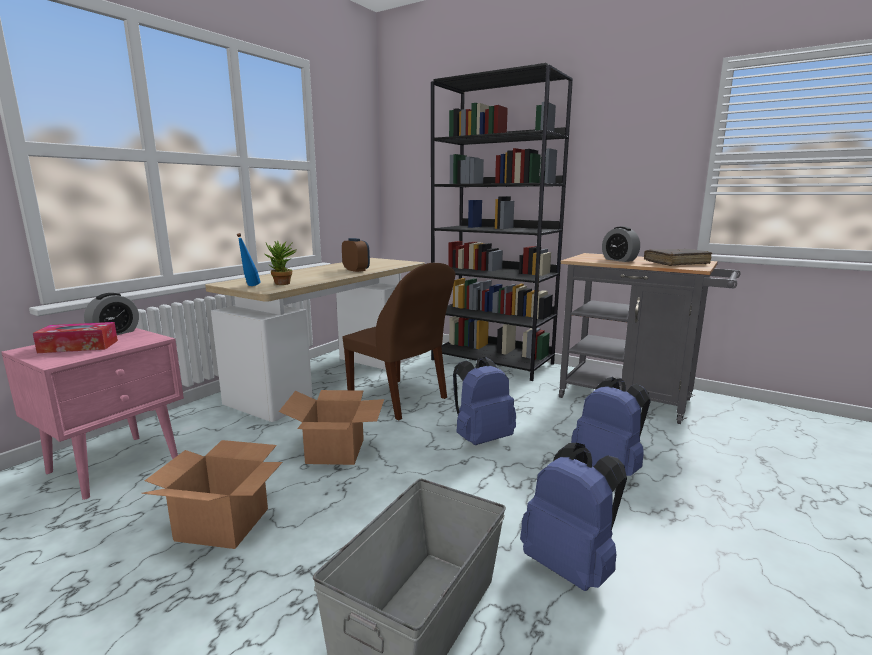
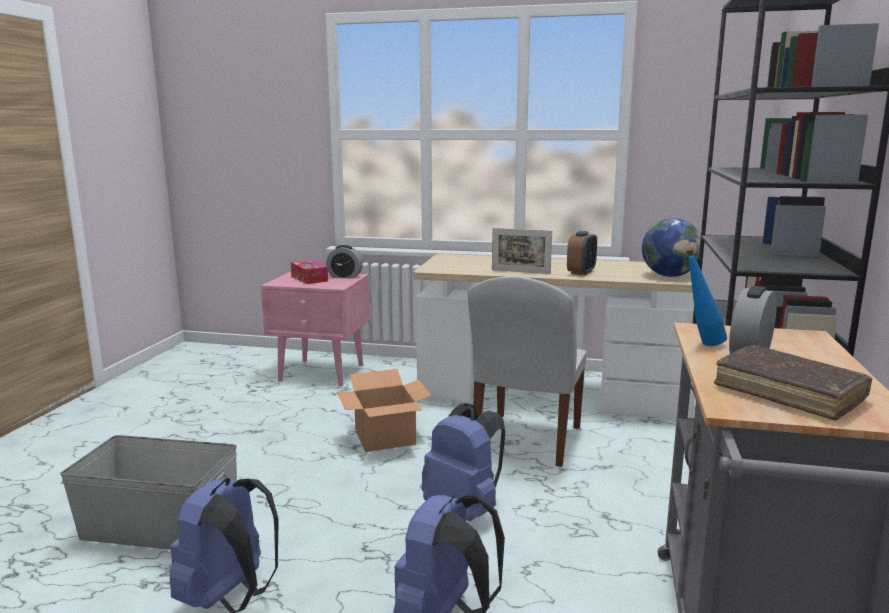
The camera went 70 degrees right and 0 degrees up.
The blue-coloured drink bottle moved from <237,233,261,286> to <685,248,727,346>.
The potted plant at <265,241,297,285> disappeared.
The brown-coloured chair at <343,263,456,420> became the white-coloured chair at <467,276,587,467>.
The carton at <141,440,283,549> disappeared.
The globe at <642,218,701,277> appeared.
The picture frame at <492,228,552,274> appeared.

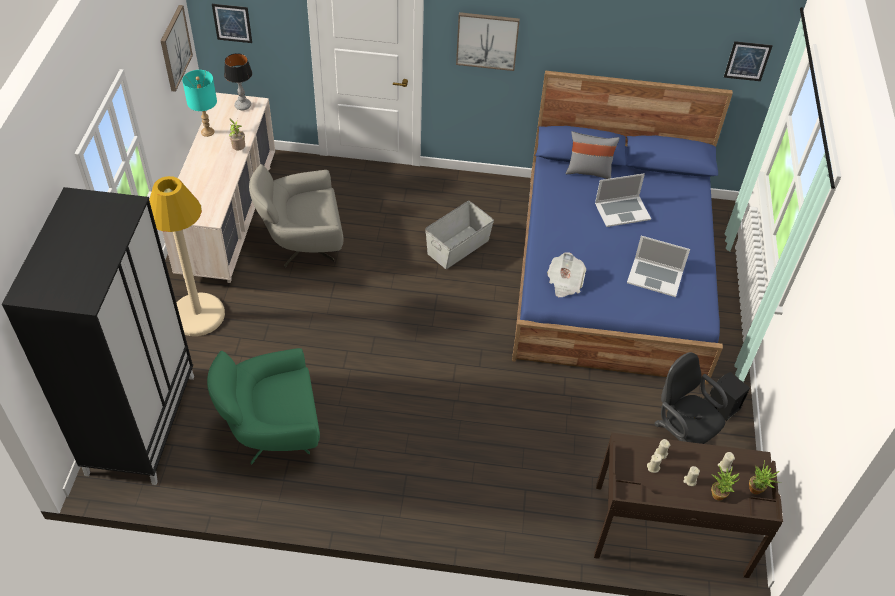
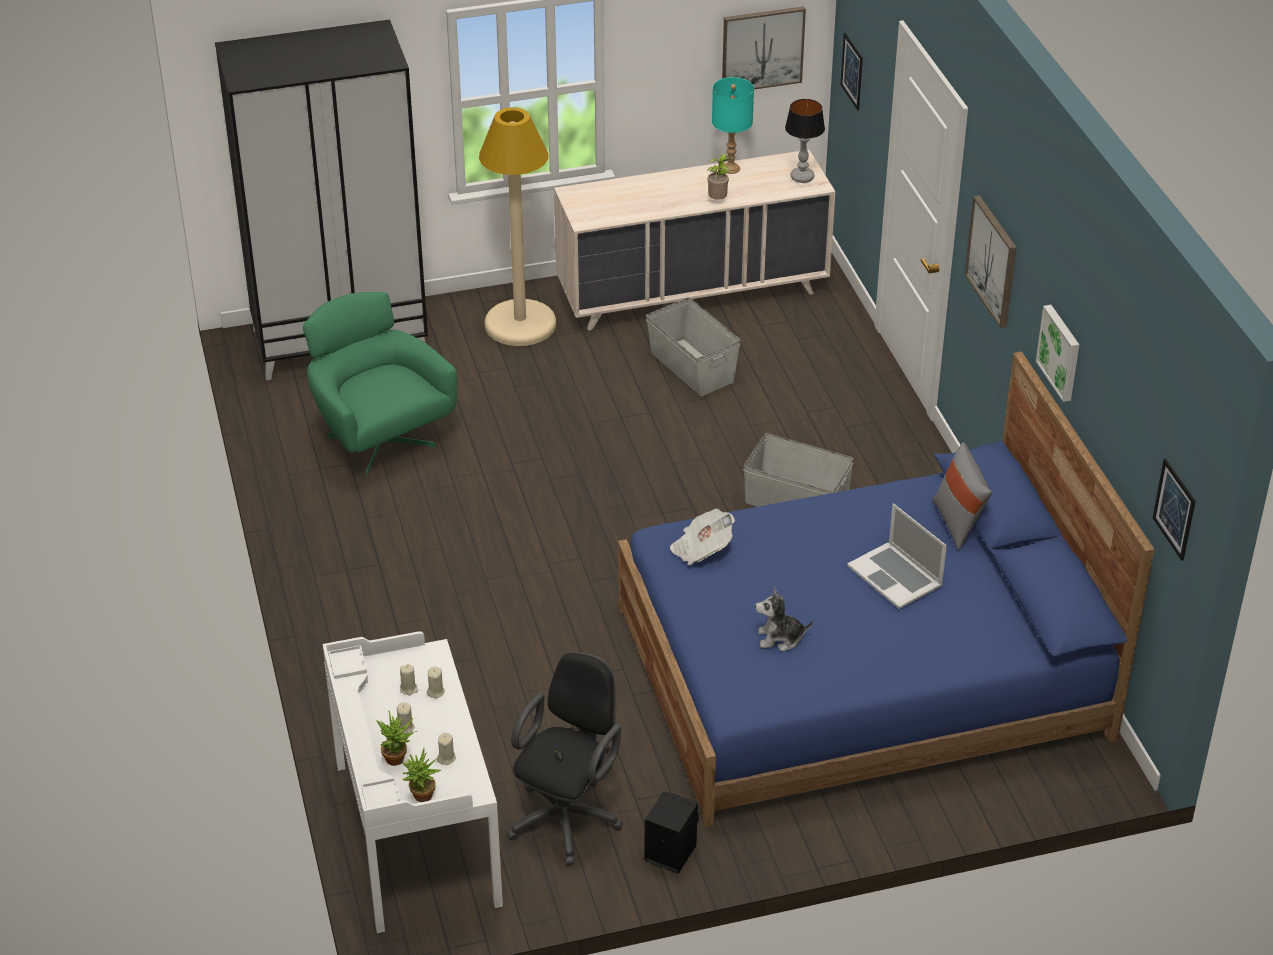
The camera went 70 degrees right and 10 degrees down.
The grey armchair at <249,164,344,268> was replaced by the grey storage bin at <646,298,741,396>.
The notebook computer at <627,236,690,297> was replaced by the plush toy at <755,587,813,651>.
The brown-coloured desk at <594,433,783,578> became the white-coloured desk at <323,631,503,933>.
The wall art at <1036,305,1079,402> appeared.

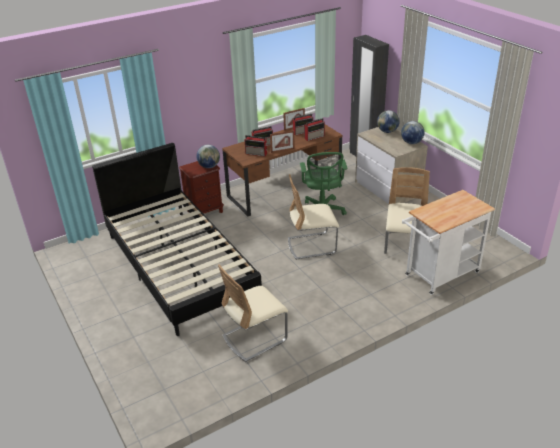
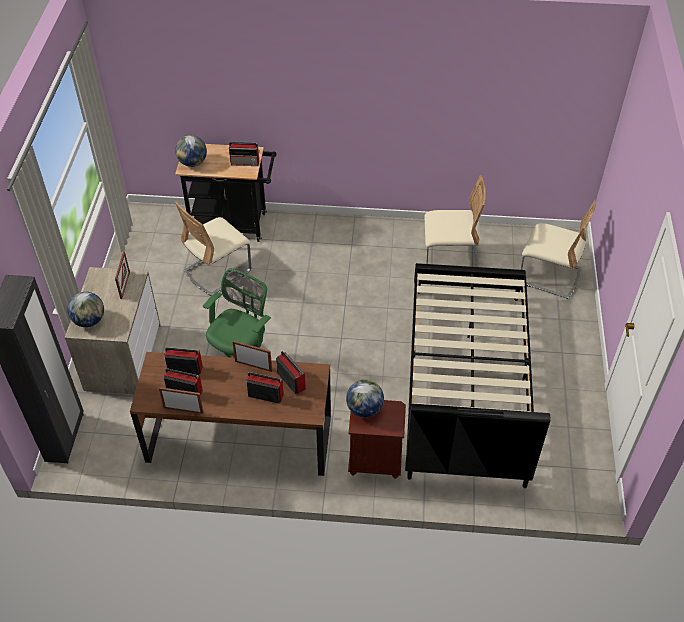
The camera went 145 degrees left and 15 degrees up.
The globe moved from <401,121,425,144> to <175,135,207,167>.
The beige-coloured chair moved from <288,174,339,260> to <521,200,596,299>.
The white-coloured wheeled cart at <402,190,495,295> became the black-coloured wheeled cart at <175,144,276,242>.
The radio receiver at <229,142,260,166> appeared.
The picture frame at <115,251,130,299> appeared.

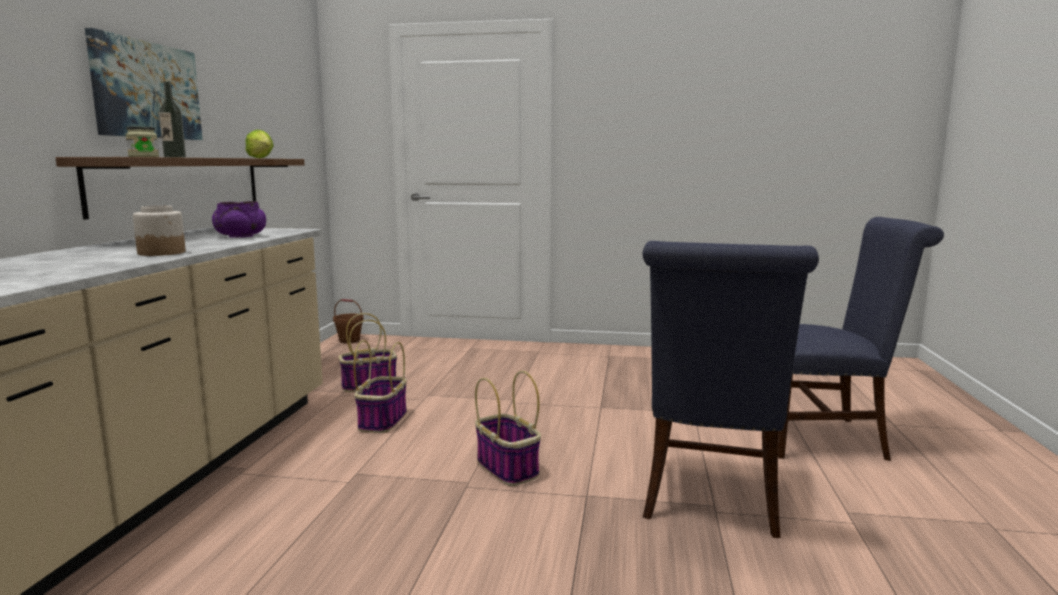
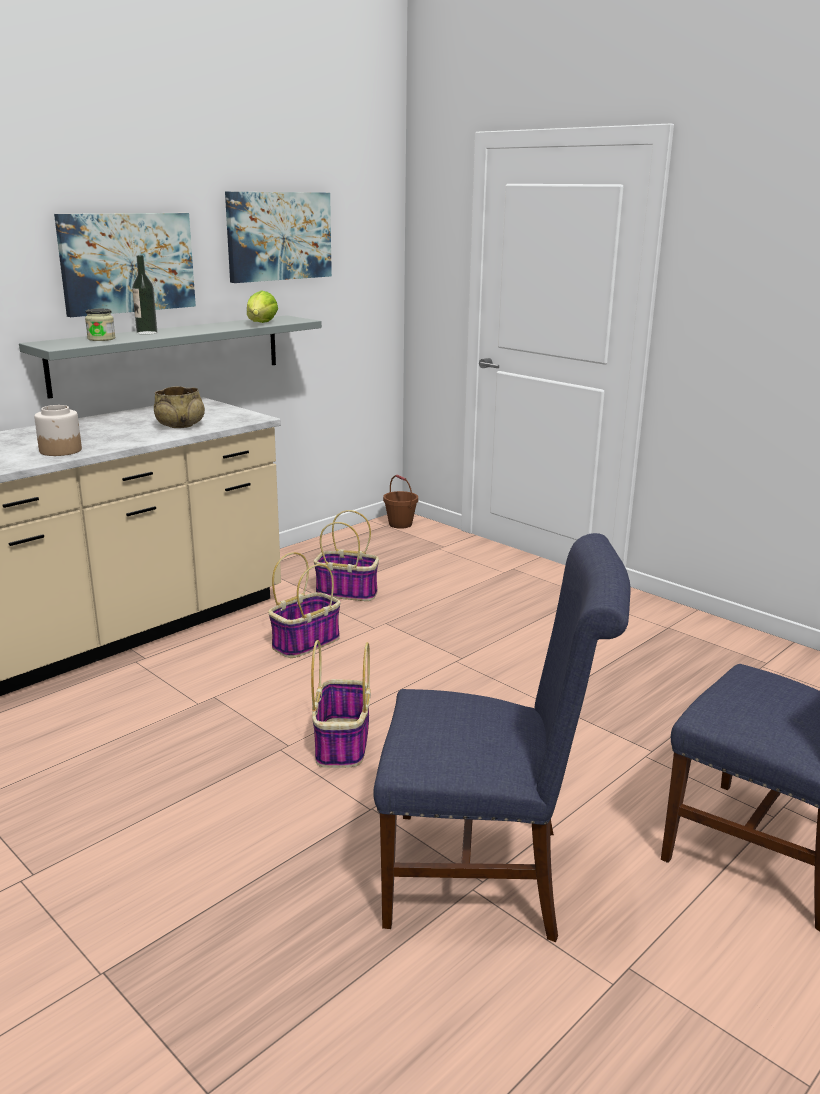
The camera went 35 degrees right and 10 degrees up.
The brown-coloured shelf at <56,157,305,219> became the grey shelf at <19,315,322,399>.
The purple-coloured serving bowl at <212,201,266,238> became the beige-coloured serving bowl at <154,386,205,428>.
The blue-coloured chair at <643,241,819,538> turned 135 degrees counterclockwise.
The wall art at <225,192,332,283> appeared.

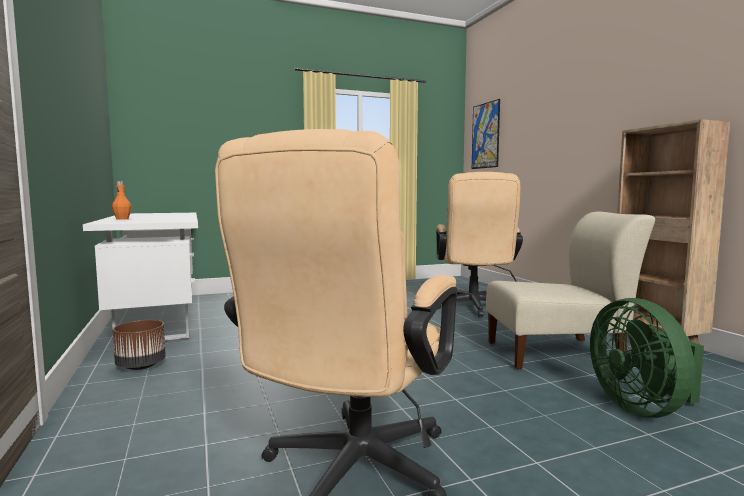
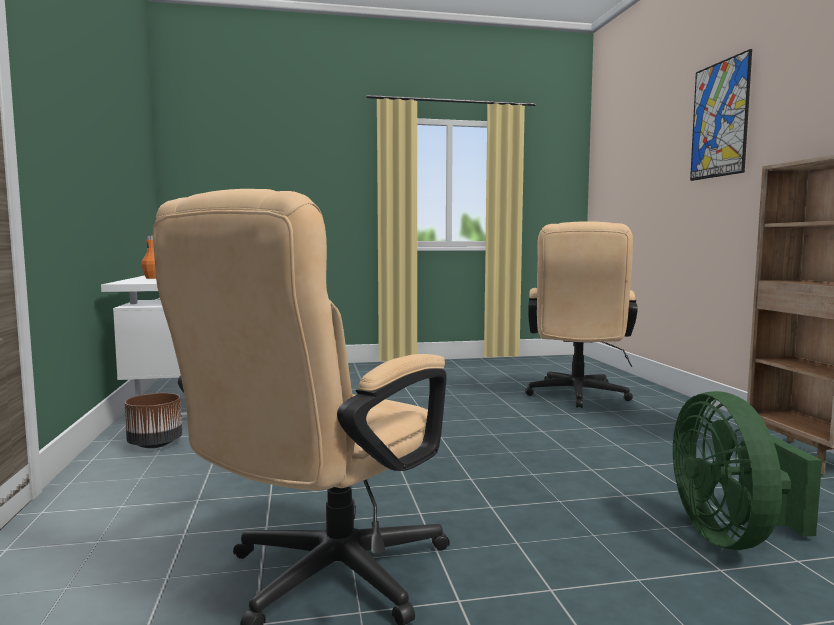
The camera went 10 degrees right and 0 degrees up.
The wall art moved from <472,99,500,169> to <690,49,752,181>.
The beige-coloured chair at <486,212,655,370> disappeared.

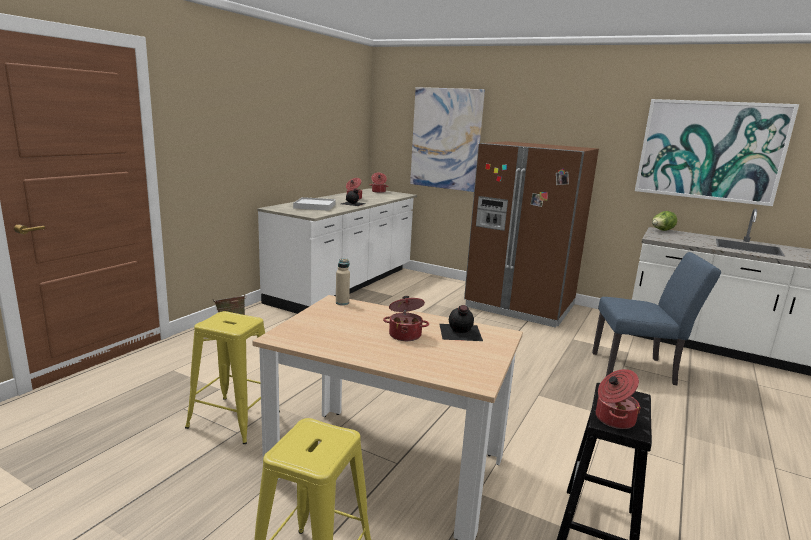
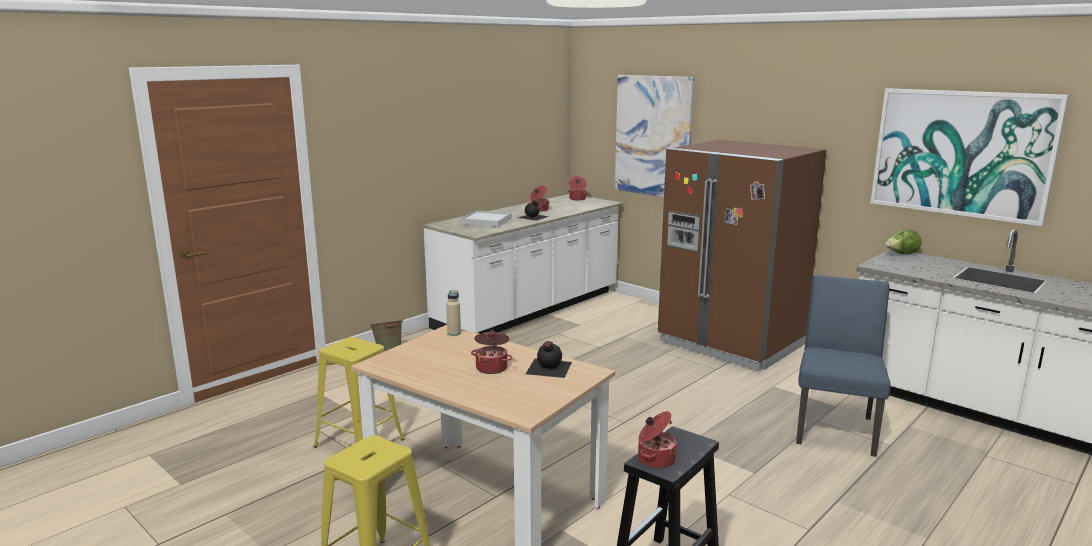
The camera went 15 degrees right and 0 degrees up.
The blue-coloured chair at <592,252,721,385> turned 90 degrees counterclockwise.

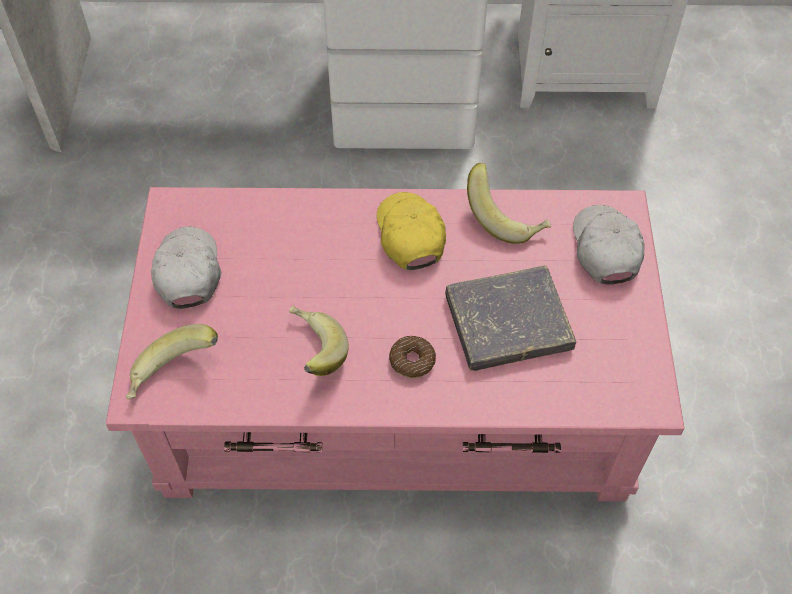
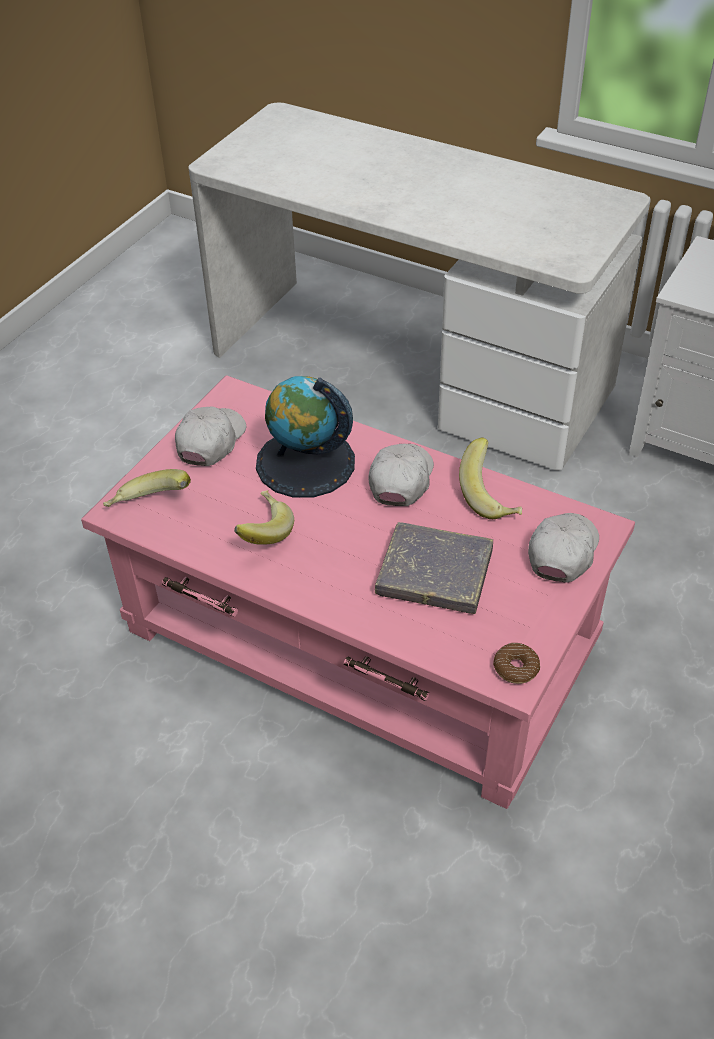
The camera went 30 degrees right and 10 degrees down.
The yellowish baseball cap at <377,192,446,270> became the white-coloured baseball cap at <368,444,434,506>.
The doughnut moved from <389,336,436,378> to <493,643,540,684>.
The globe at <256,376,355,498> appeared.

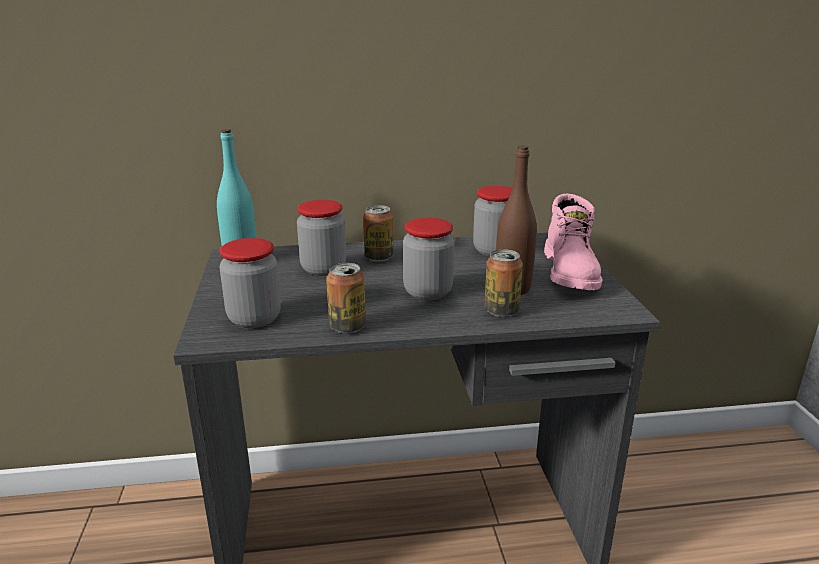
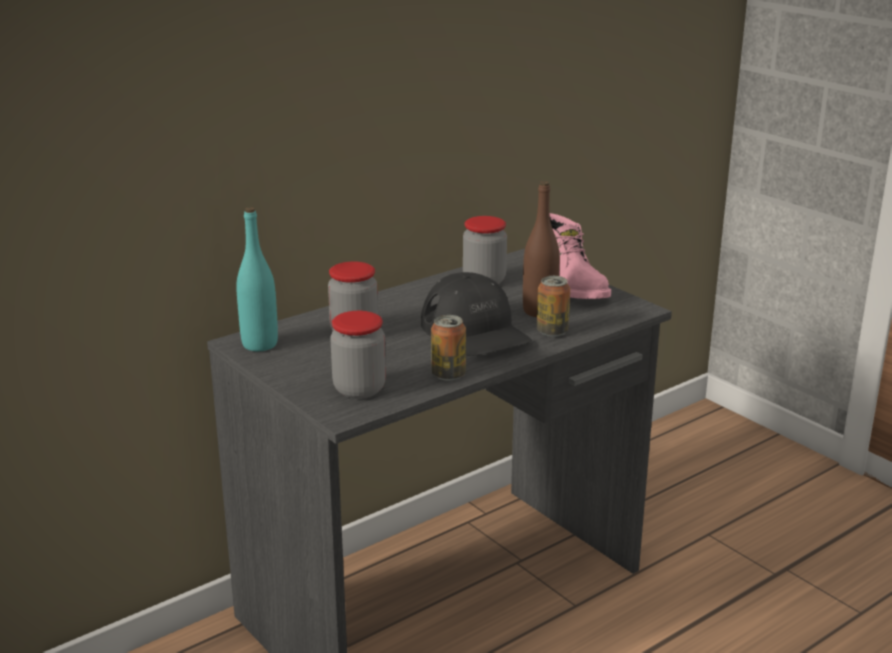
The camera went 30 degrees left and 0 degrees up.
The can at <363,205,393,262> disappeared.
The jar at <403,218,455,300> was replaced by the black-coloured baseball cap at <421,272,532,356>.

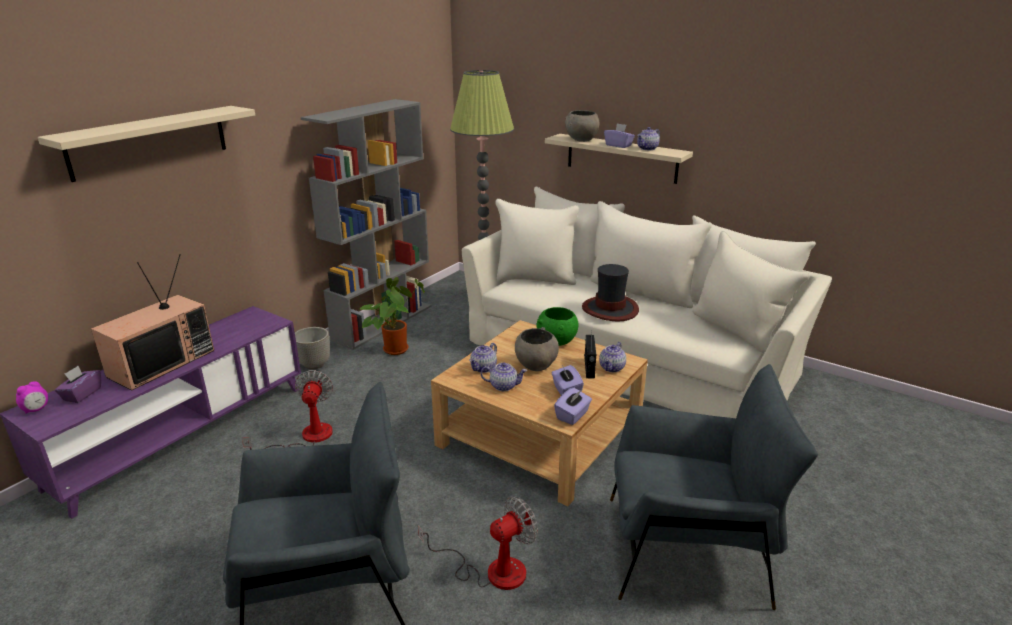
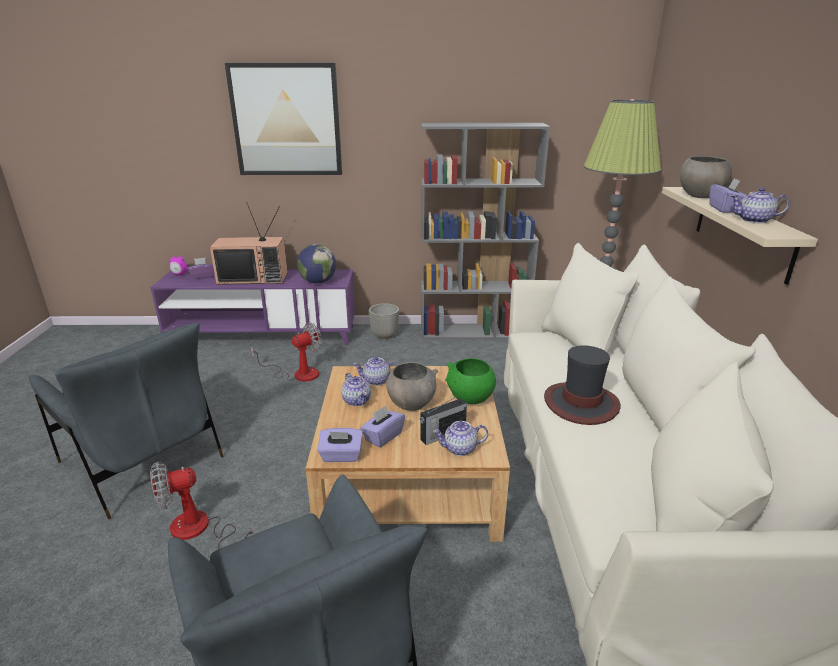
The camera went 55 degrees right and 0 degrees up.
The beige-coloured shelf at <38,106,255,182> was replaced by the wall art at <225,63,342,175>.
The potted plant at <360,277,425,355> disappeared.
The fan at <418,496,538,590> turned 135 degrees clockwise.
The globe at <297,244,336,284> appeared.

